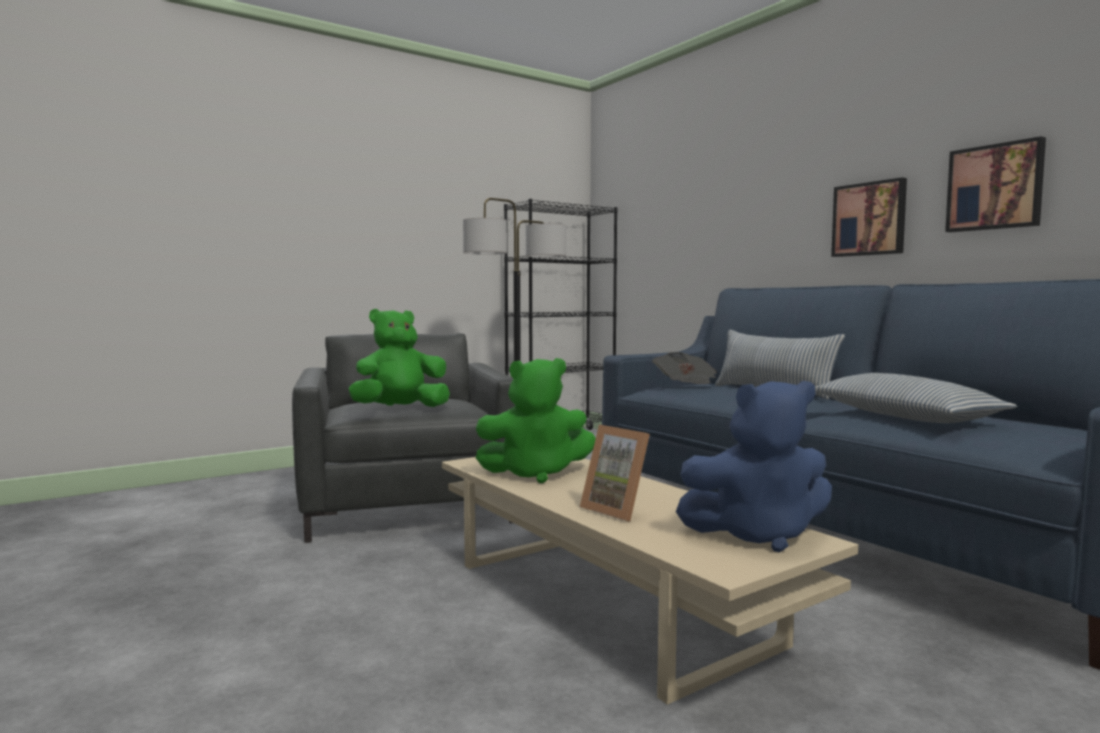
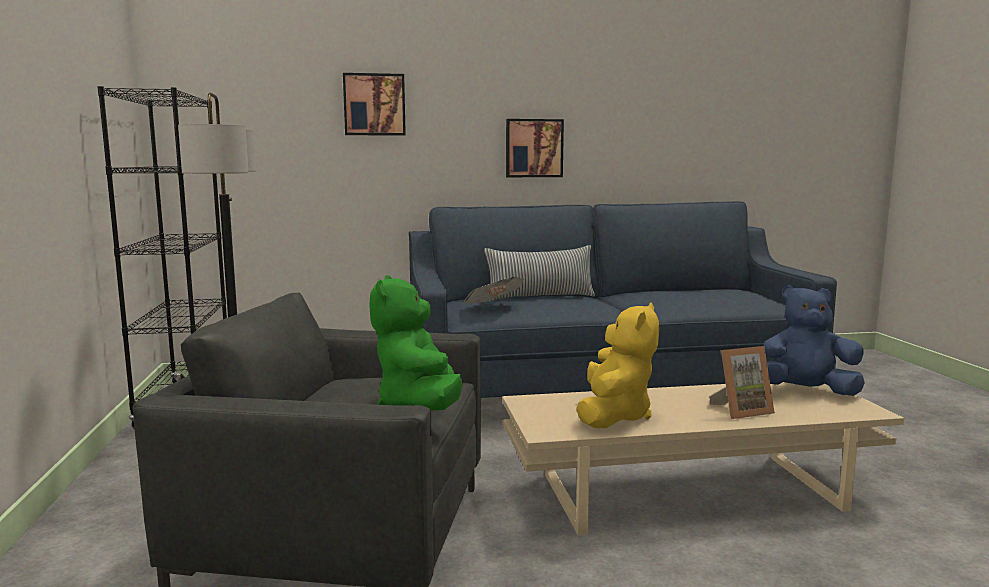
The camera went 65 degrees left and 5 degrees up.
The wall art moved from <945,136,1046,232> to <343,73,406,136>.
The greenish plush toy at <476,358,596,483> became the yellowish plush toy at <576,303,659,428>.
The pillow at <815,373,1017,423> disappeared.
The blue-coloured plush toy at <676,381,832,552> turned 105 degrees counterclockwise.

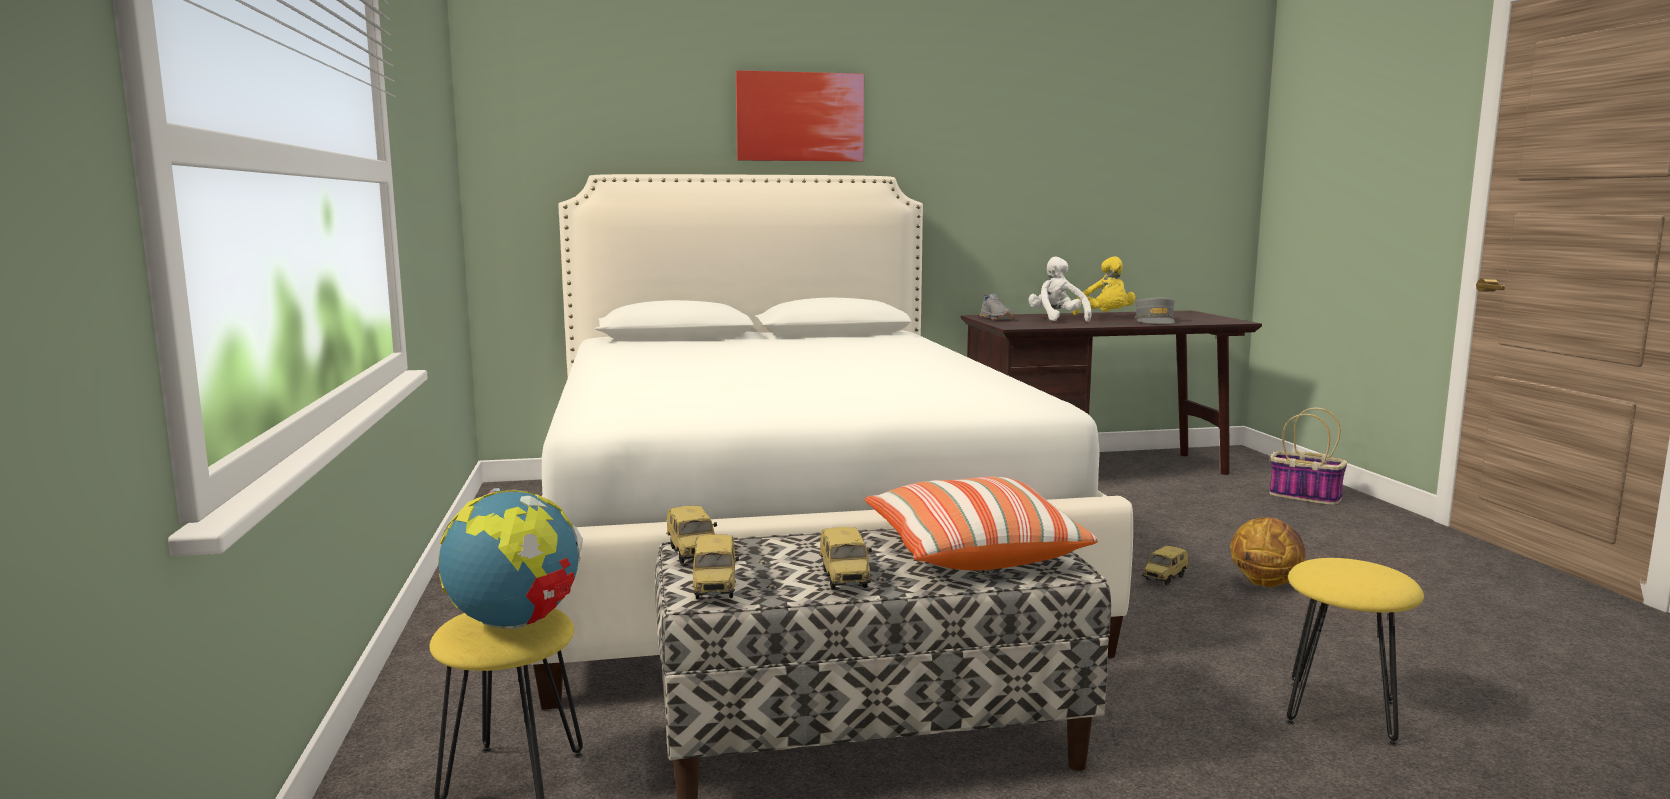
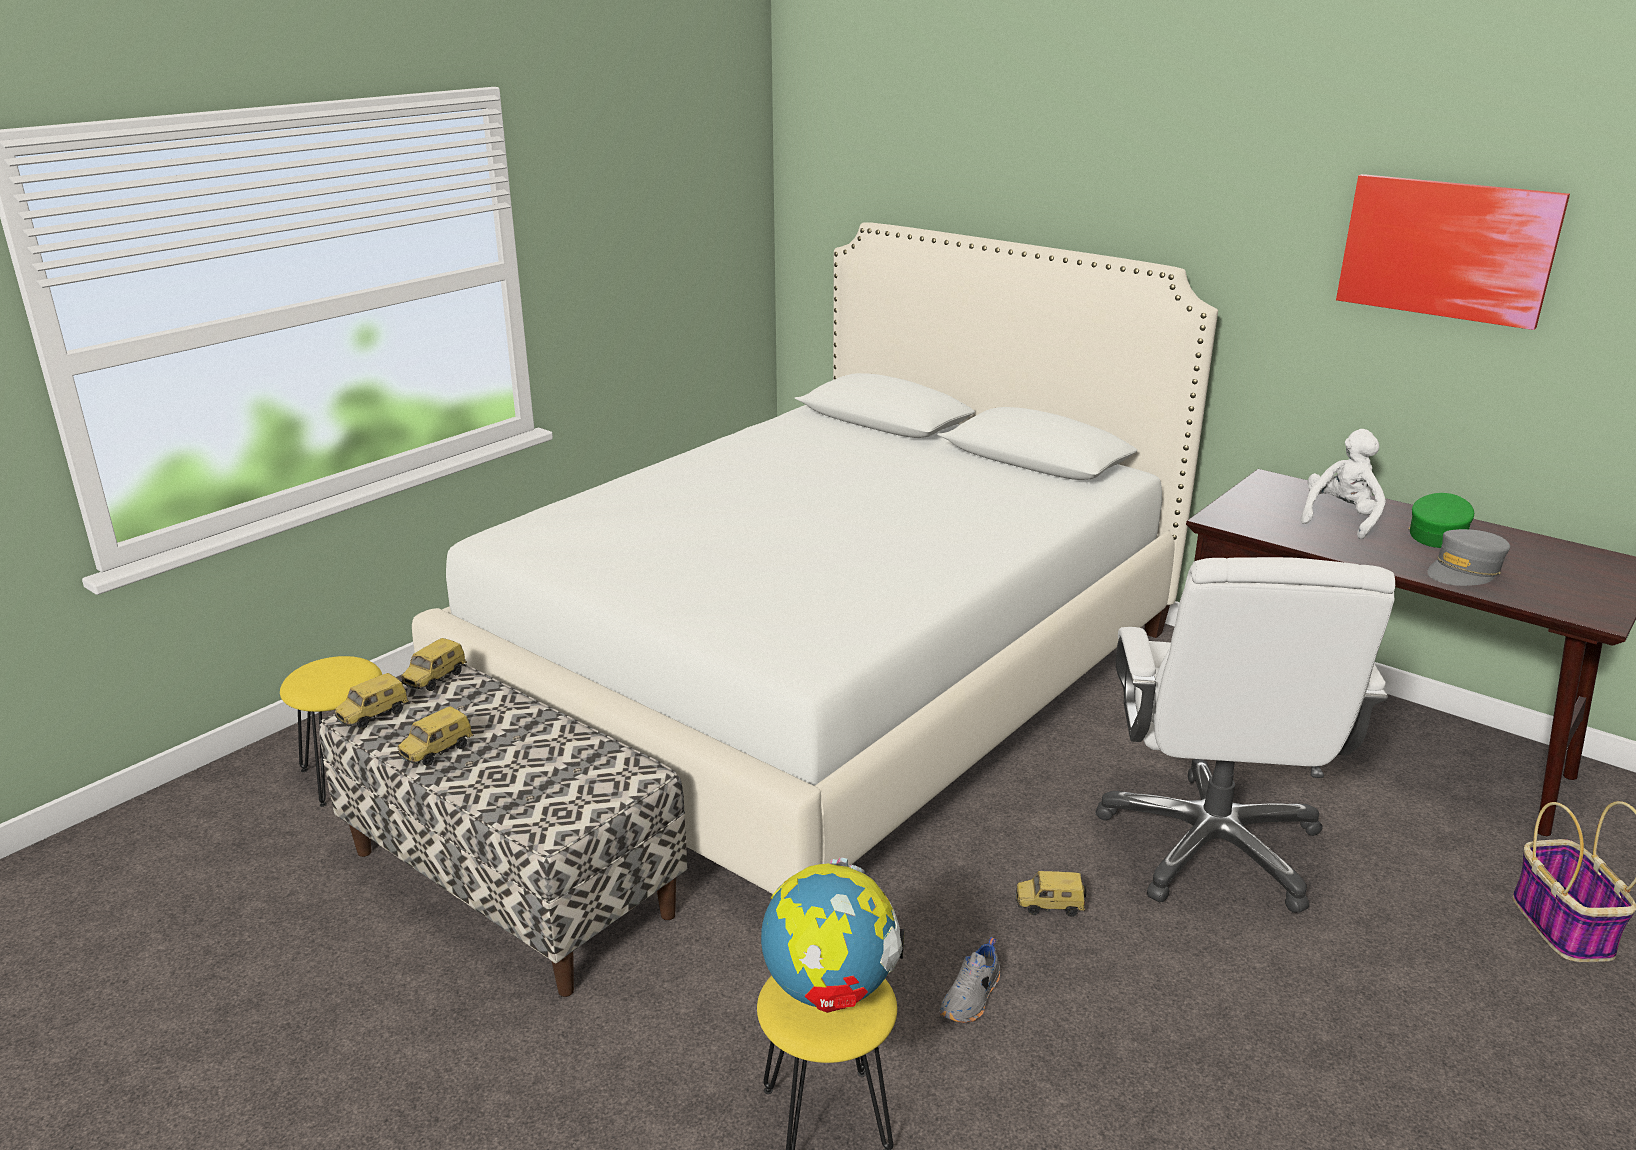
The camera went 50 degrees right and 15 degrees up.
The wall art moved from <736,70,864,162> to <1336,174,1570,330>.
The yellowish plush toy at <1073,256,1135,315> was replaced by the greenish baseball cap at <1408,493,1474,548>.
The grey shoe moved from <980,294,1013,320> to <939,937,1000,1023>.
The pillow at <865,477,1098,571> disappeared.
The globe moved from <438,488,583,629> to <761,857,904,1013>.
The basketball ball at <1230,517,1305,587> disappeared.
The white-coloured desk chair at <1095,557,1395,913> appeared.

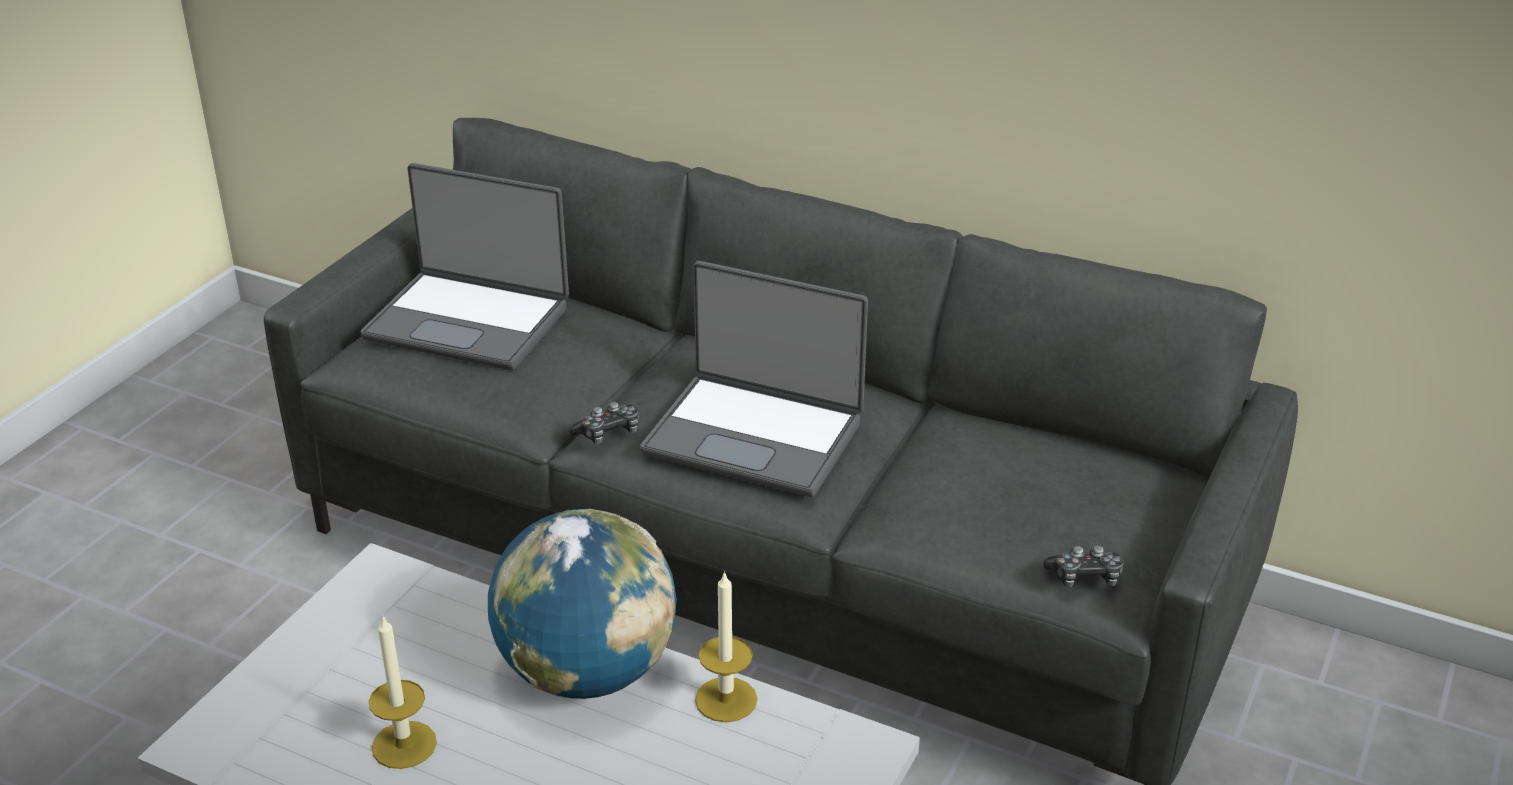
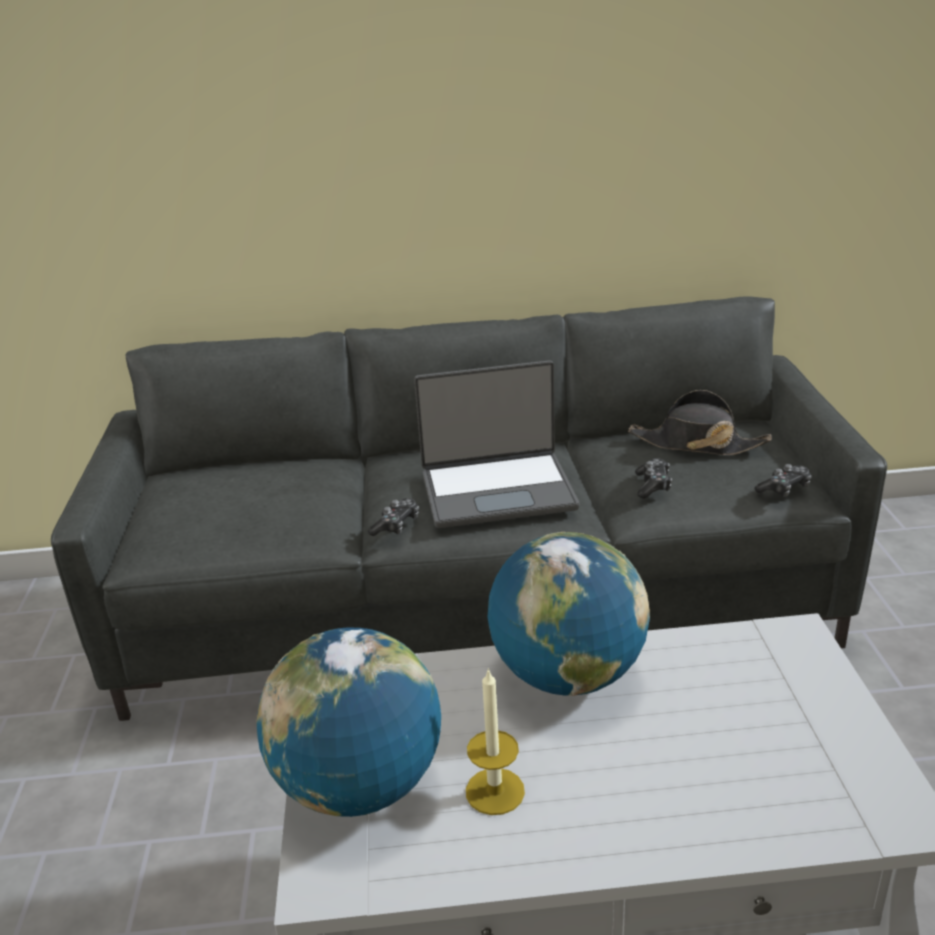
The camera went 30 degrees left and 5 degrees down.
The notebook computer at <360,163,569,370> disappeared.
The wax candle at <695,571,757,722> disappeared.
The black-coloured wearable hat at <628,390,772,455> appeared.
The joypad at <635,458,672,498> appeared.
The globe at <256,627,441,817> appeared.

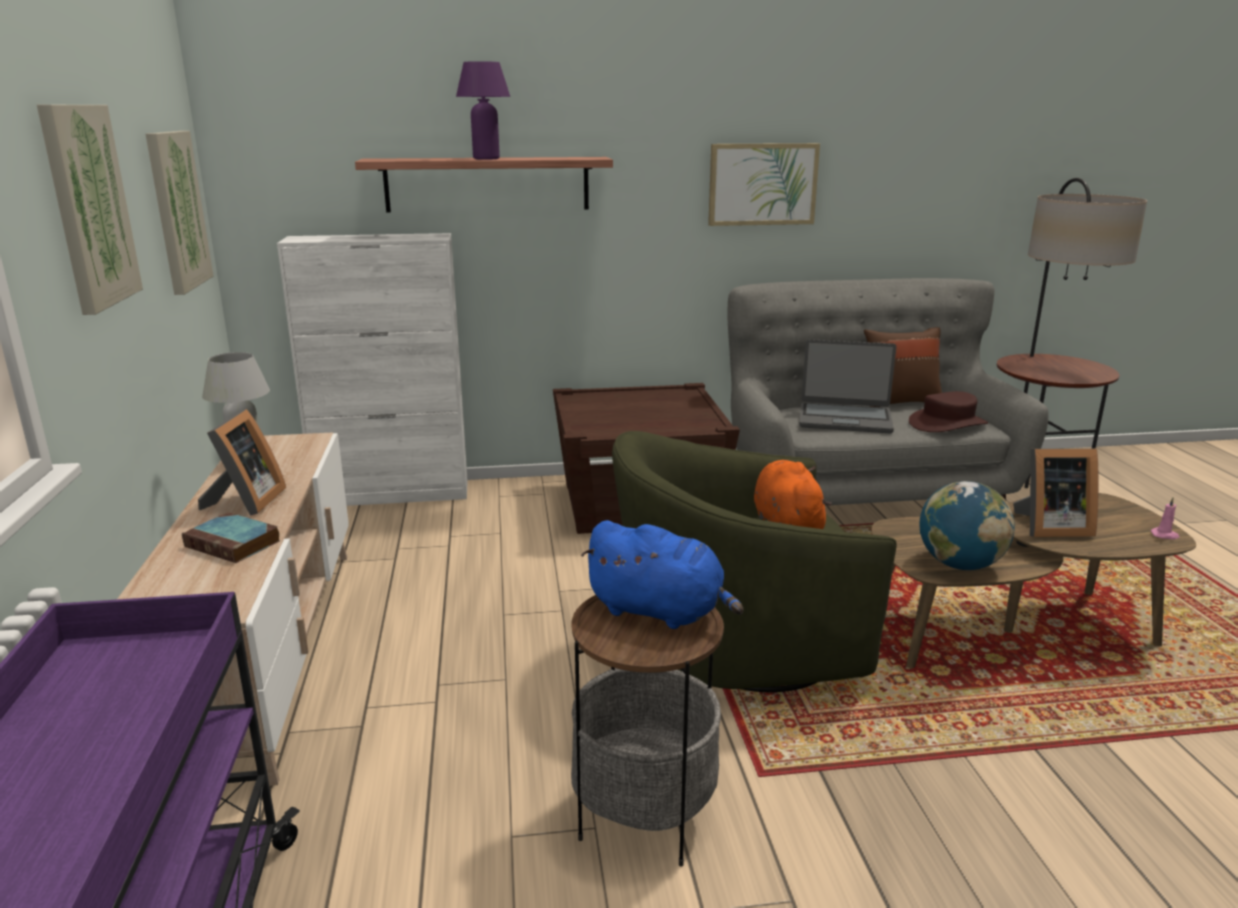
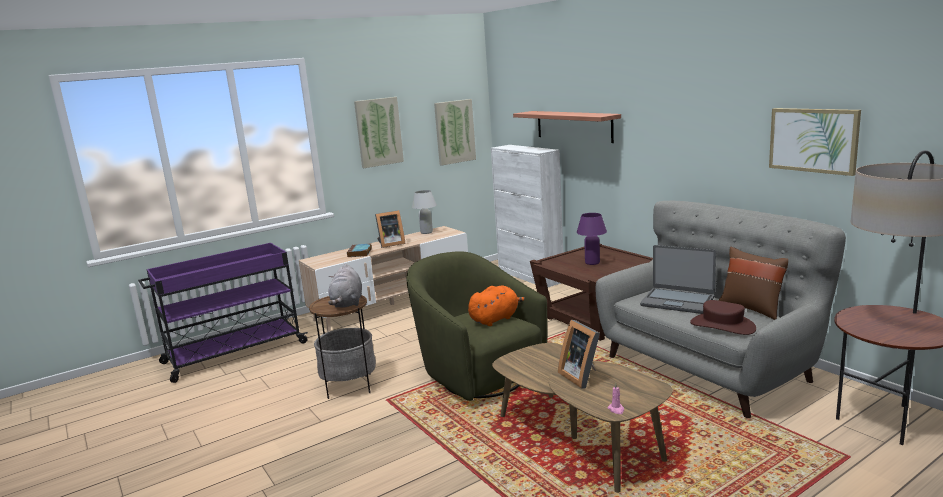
The camera went 65 degrees right and 5 degrees down.
The purple-coloured lamp for a table moved from <456,61,510,160> to <577,213,607,265>.
The wall art moved from <708,143,820,226> to <769,108,861,176>.
The notebook computer at <799,339,896,433> turned 45 degrees counterclockwise.
The globe at <919,481,1015,570> disappeared.
The blue-coloured plush toy at <581,520,743,629> became the grey plush toy at <328,264,362,308>.

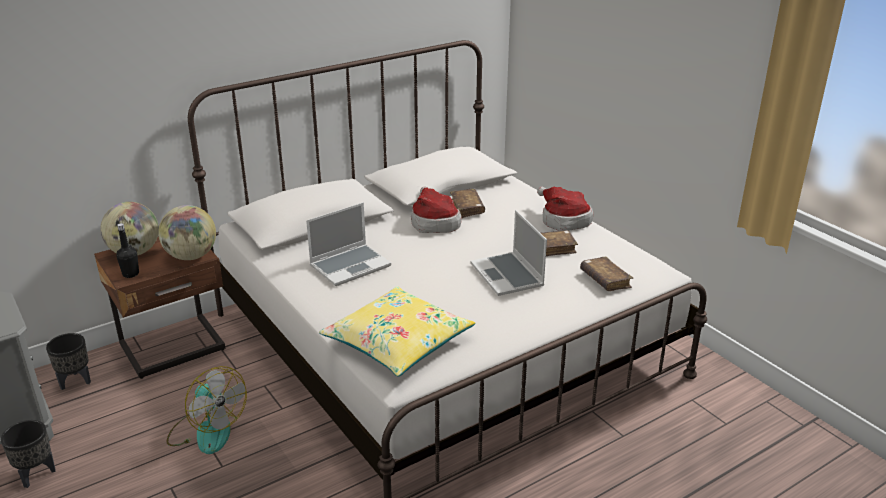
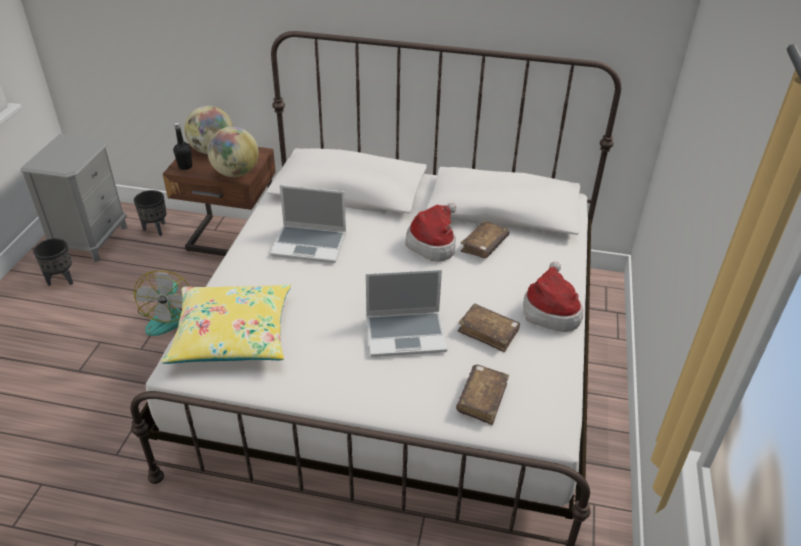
The camera went 45 degrees right and 10 degrees up.
The notebook computer at <470,210,547,296> turned 120 degrees counterclockwise.

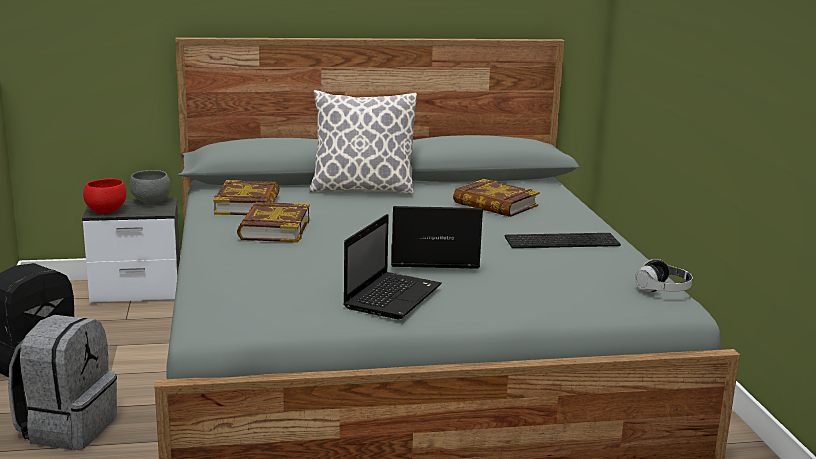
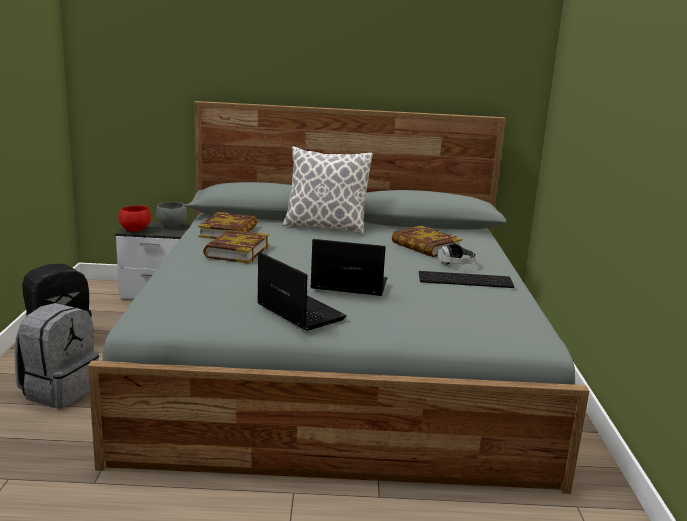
The camera went 10 degrees right and 0 degrees up.
The notebook computer at <343,214,442,319> turned 75 degrees counterclockwise.
The headset moved from <635,259,693,292> to <437,243,476,264>.

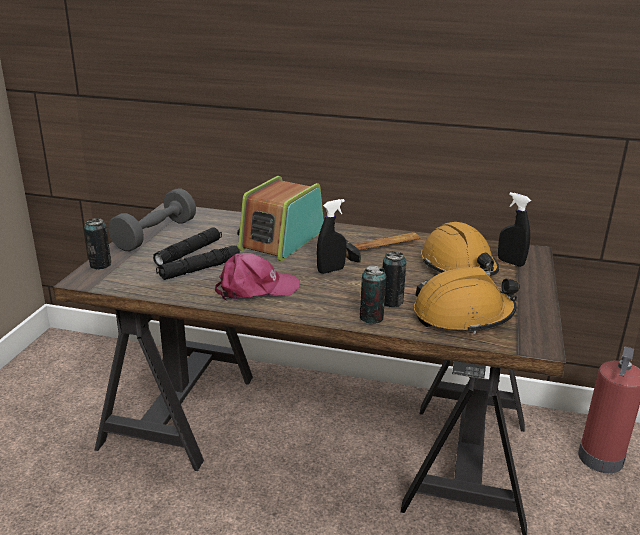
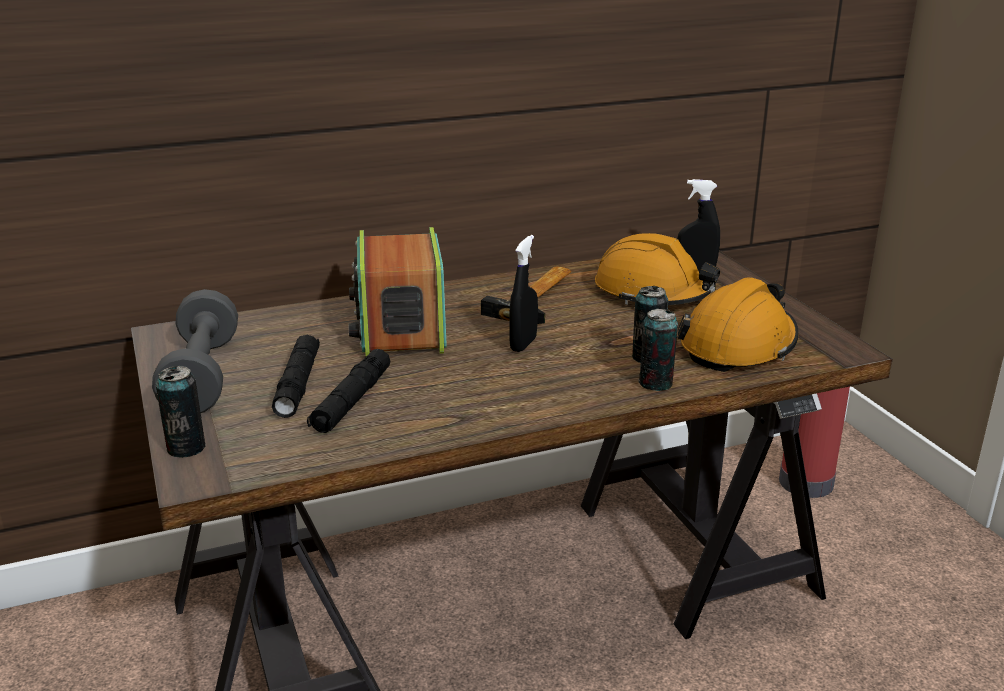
The camera went 35 degrees left and 0 degrees up.
The pink baseball cap at <215,253,300,301> disappeared.

